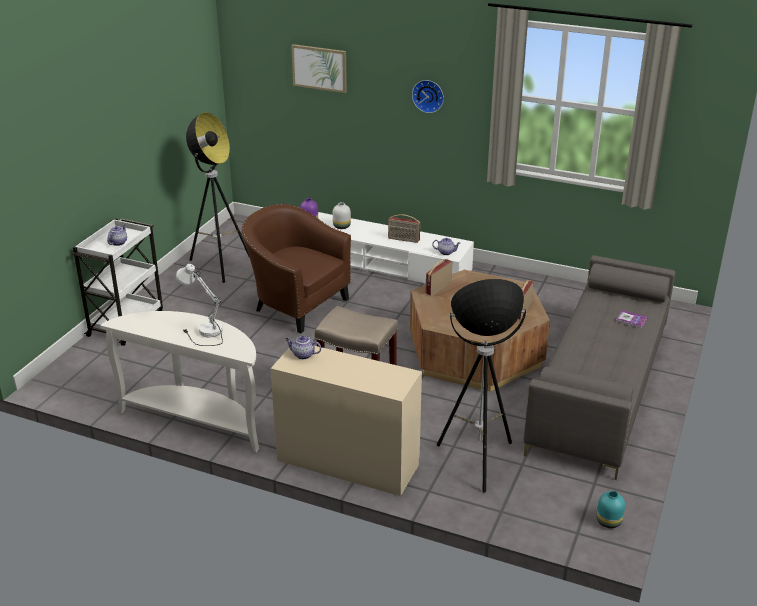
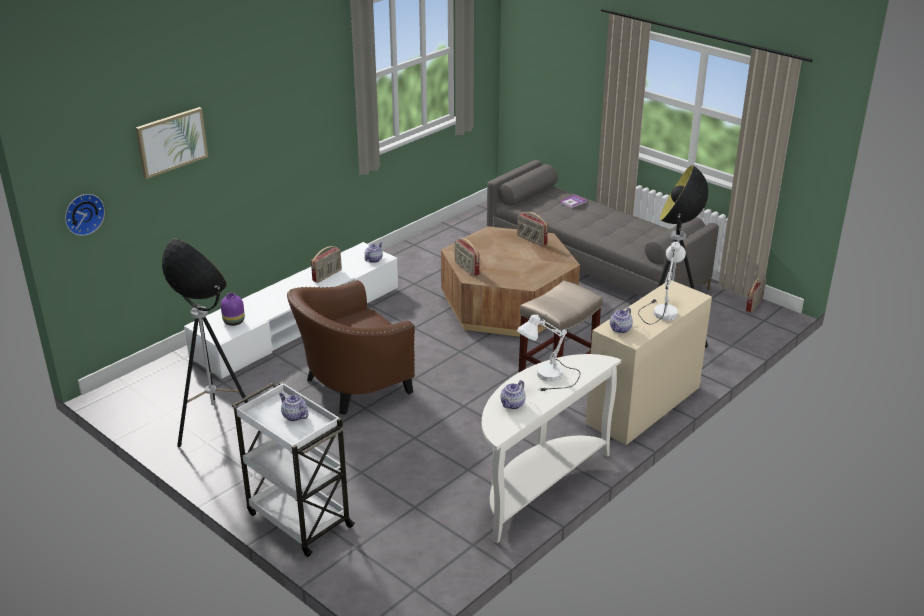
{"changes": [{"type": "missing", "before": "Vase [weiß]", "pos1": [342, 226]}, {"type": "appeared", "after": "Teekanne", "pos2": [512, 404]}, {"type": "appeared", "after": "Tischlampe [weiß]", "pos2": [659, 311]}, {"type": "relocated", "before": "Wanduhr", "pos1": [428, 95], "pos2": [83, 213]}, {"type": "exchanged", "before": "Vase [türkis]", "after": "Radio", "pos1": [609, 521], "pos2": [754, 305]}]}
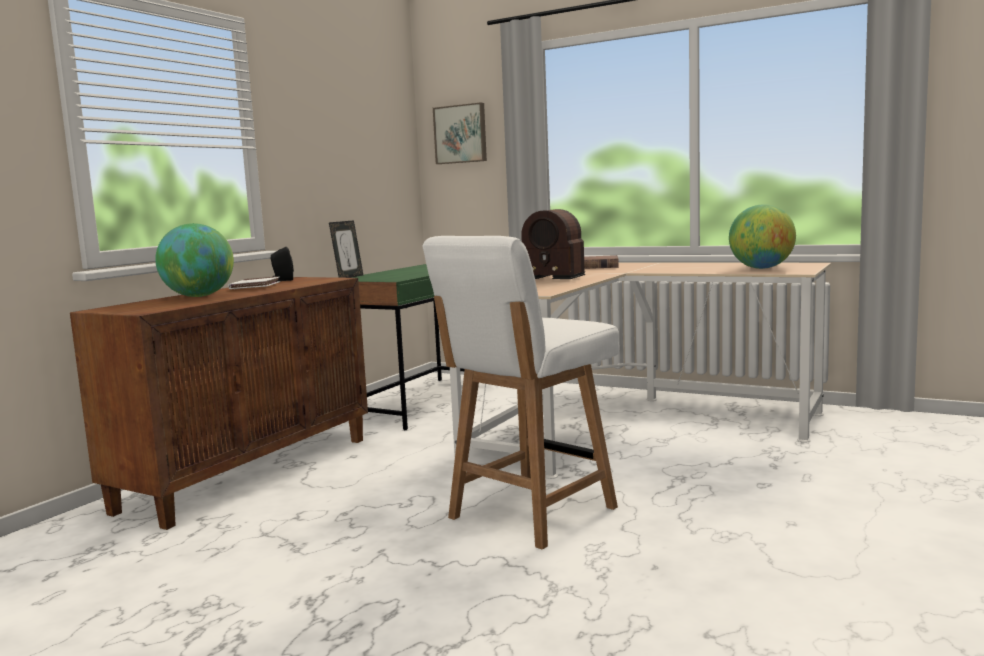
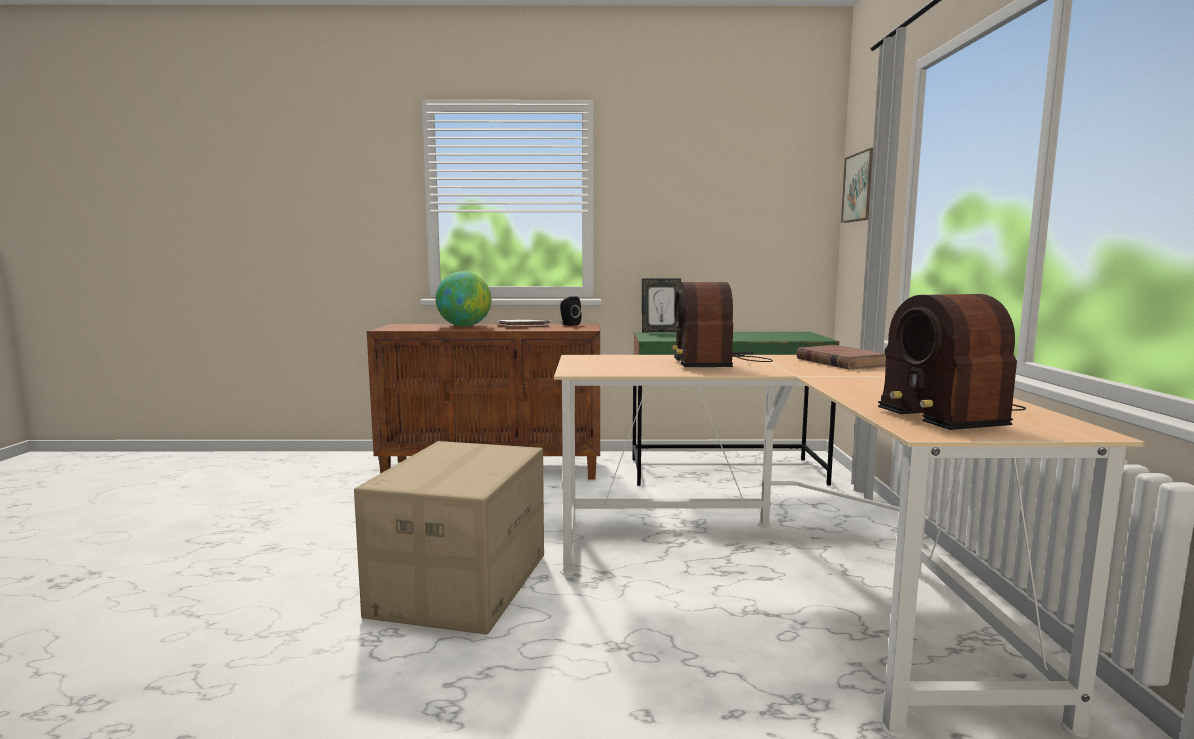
{"changes": [{"type": "exchanged", "before": "Stuhl [weiß]", "after": "Karton", "pos1": [529, 514], "pos2": [460, 584]}, {"type": "exchanged", "before": "Globus", "after": "Radio", "pos1": [761, 268], "pos2": [948, 413]}]}
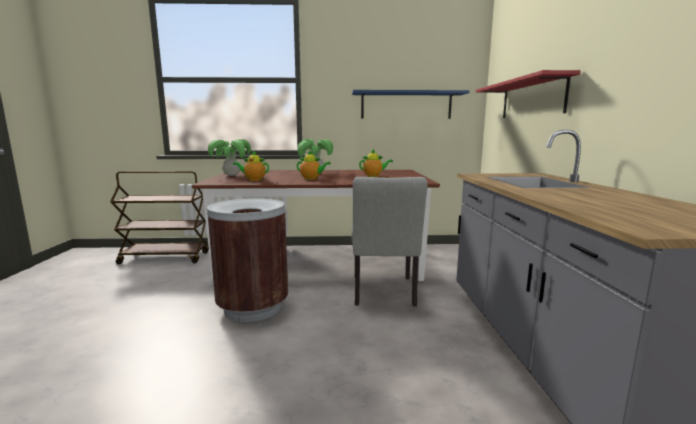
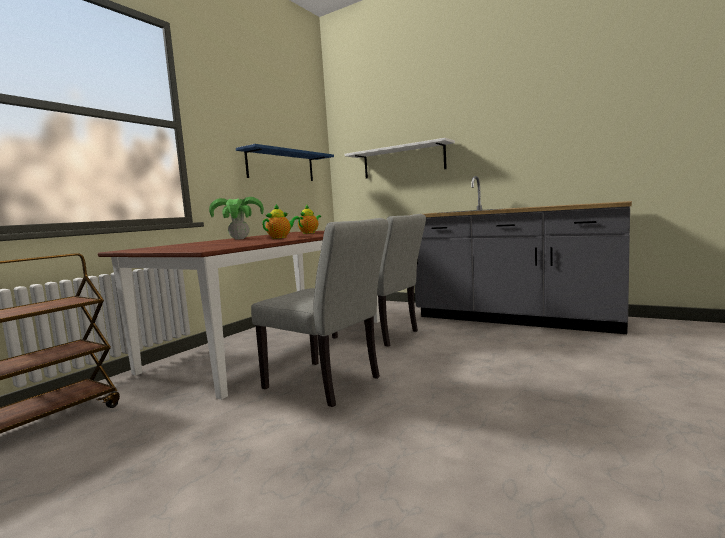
{"changes": [{"type": "missing", "before": "Topfpflanze", "pos1": [232, 175]}, {"type": "missing", "before": "Teekanne", "pos1": [253, 180]}, {"type": "exchanged", "before": "Mülleimer [braun]", "after": "Stuhl [grau]", "pos1": [252, 308], "pos2": [329, 384]}, {"type": "colour", "before": "Wandregal [rot]", "after": "Wandregal [weiß]", "pos1": [531, 99], "pos2": [403, 161]}]}
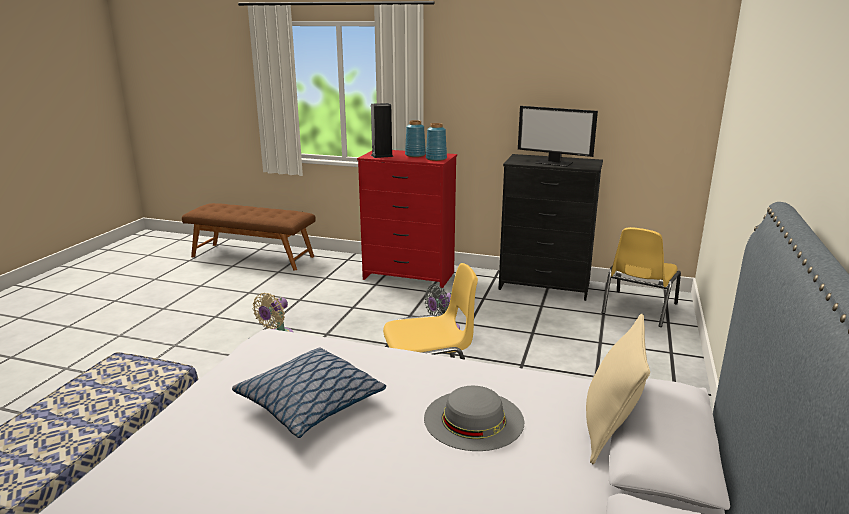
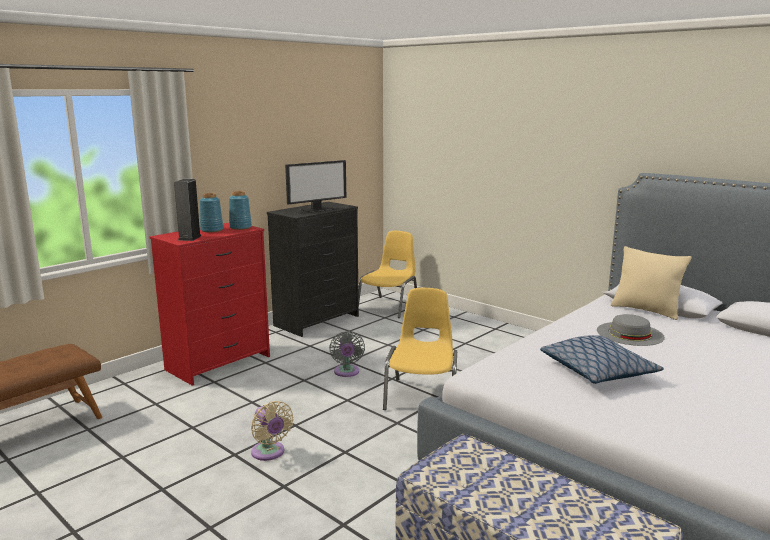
{"changes": [{"type": "spun", "before": "Stuhl [gelb]", "pos1": [638, 309], "pos2": [389, 307], "turn": -120}]}
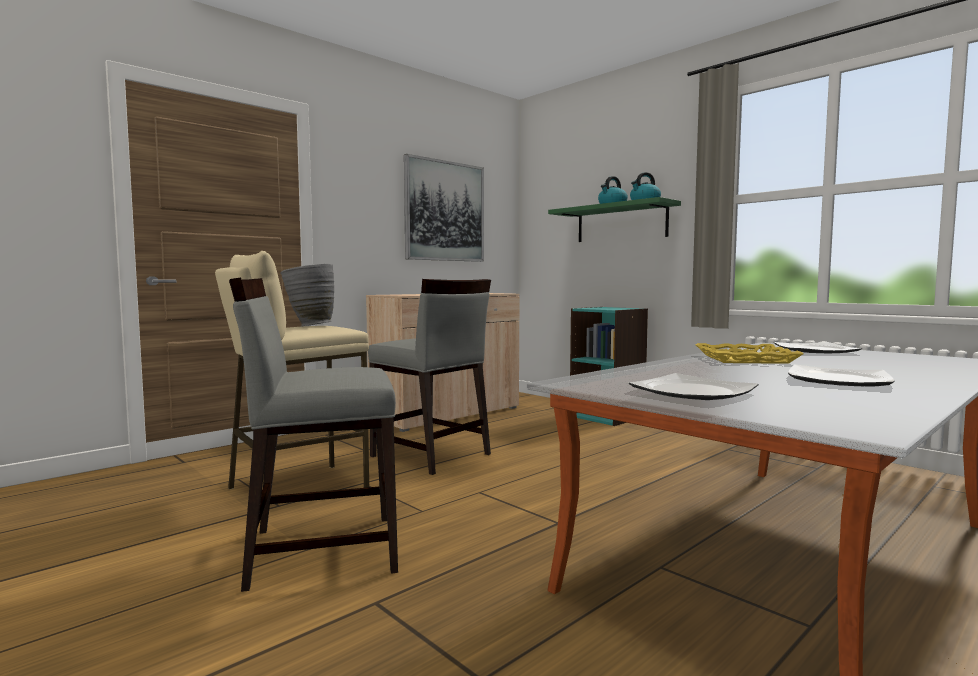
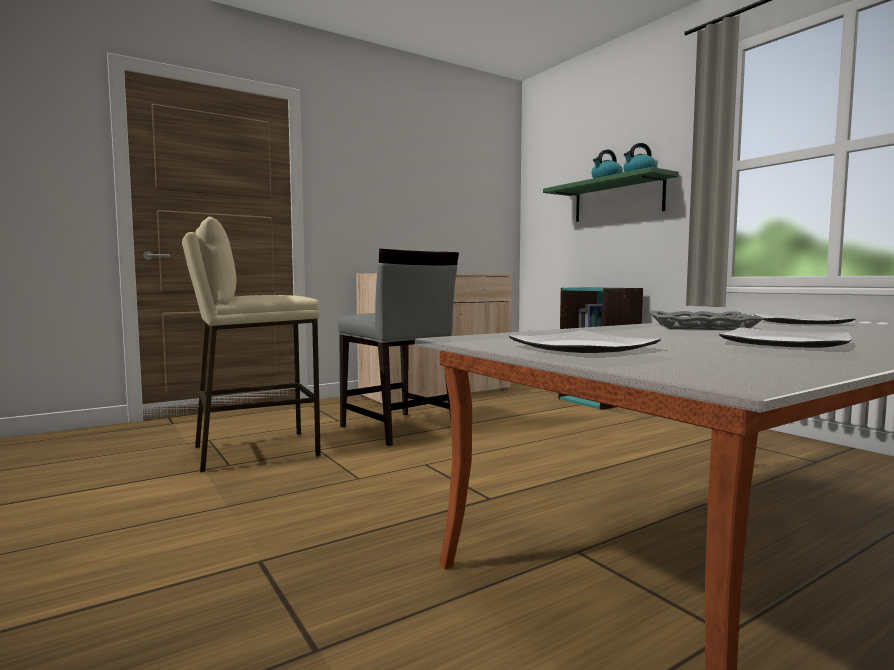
{"changes": [{"type": "missing", "before": "Stuhl [grau]", "pos1": [321, 549]}, {"type": "missing", "before": "Vase [grau]", "pos1": [308, 326]}, {"type": "missing", "before": "Bild", "pos1": [444, 211]}, {"type": "colour", "before": "Tablett [gelb]", "after": "Tablett [grau]", "pos1": [745, 359], "pos2": [700, 327]}]}
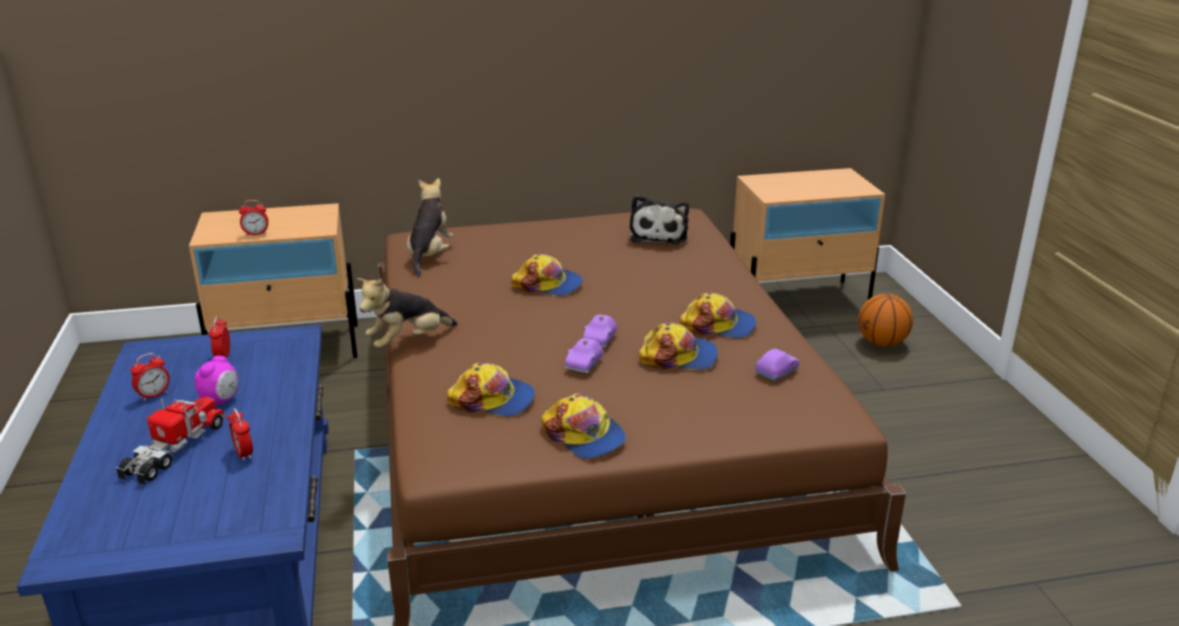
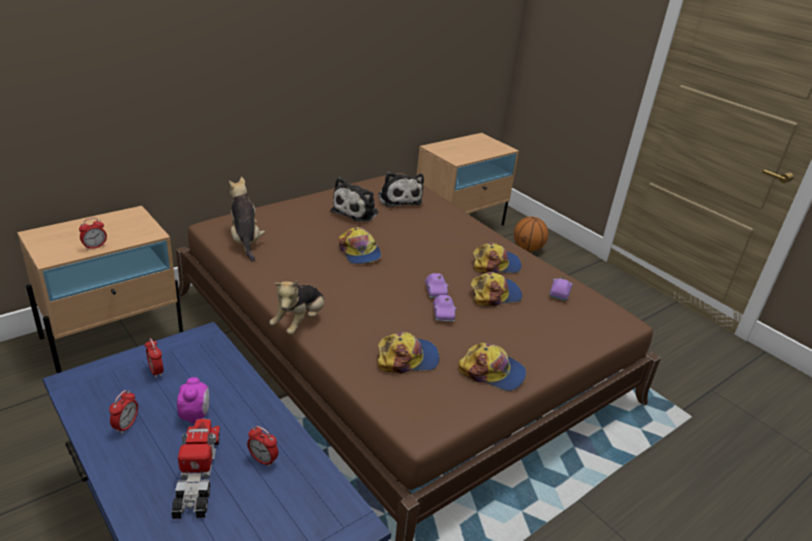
{"changes": [{"type": "appeared", "after": "Plüschtier", "pos2": [357, 211]}, {"type": "spun", "before": "Kappe", "pos1": [548, 284], "pos2": [359, 252], "turn": 75}]}
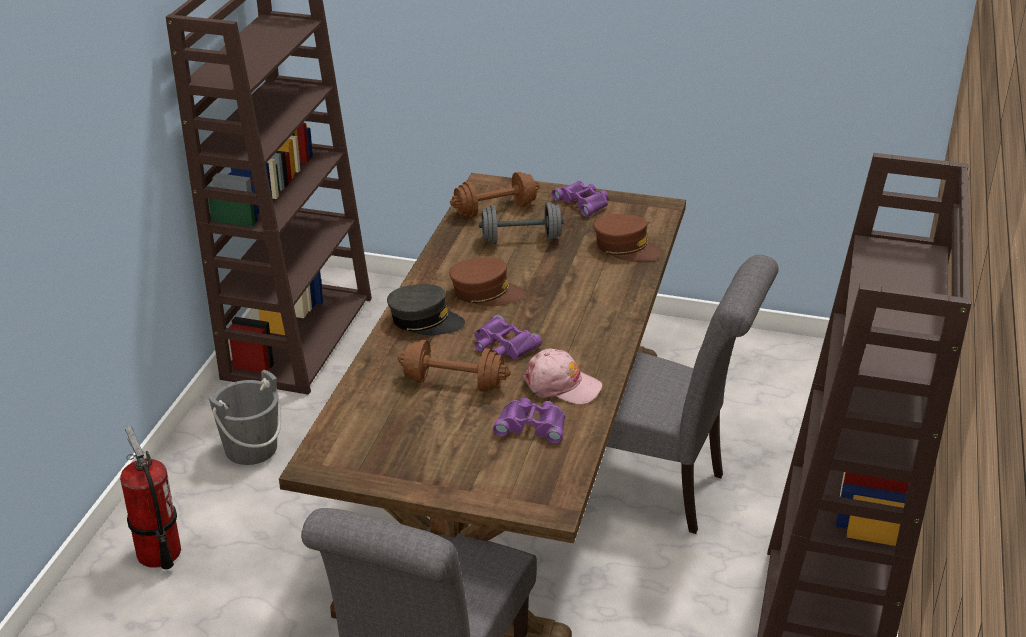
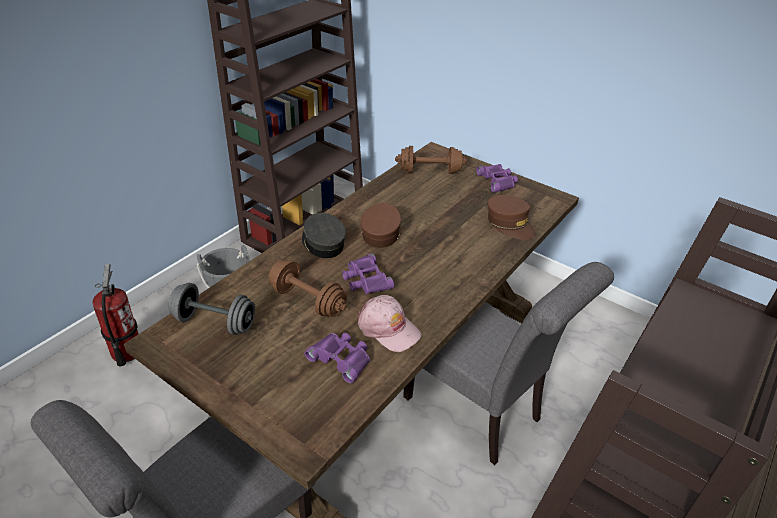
{"changes": [{"type": "relocated", "before": "Hantel [grau]", "pos1": [521, 240], "pos2": [215, 322]}, {"type": "spun", "before": "Kappe [grau]", "pos1": [425, 321], "pos2": [322, 243], "turn": -150}, {"type": "spun", "before": "Kappe [braun]", "pos1": [486, 293], "pos2": [381, 233], "turn": -105}]}
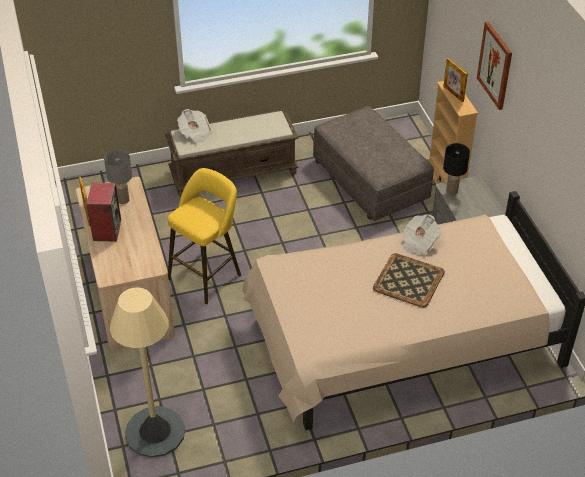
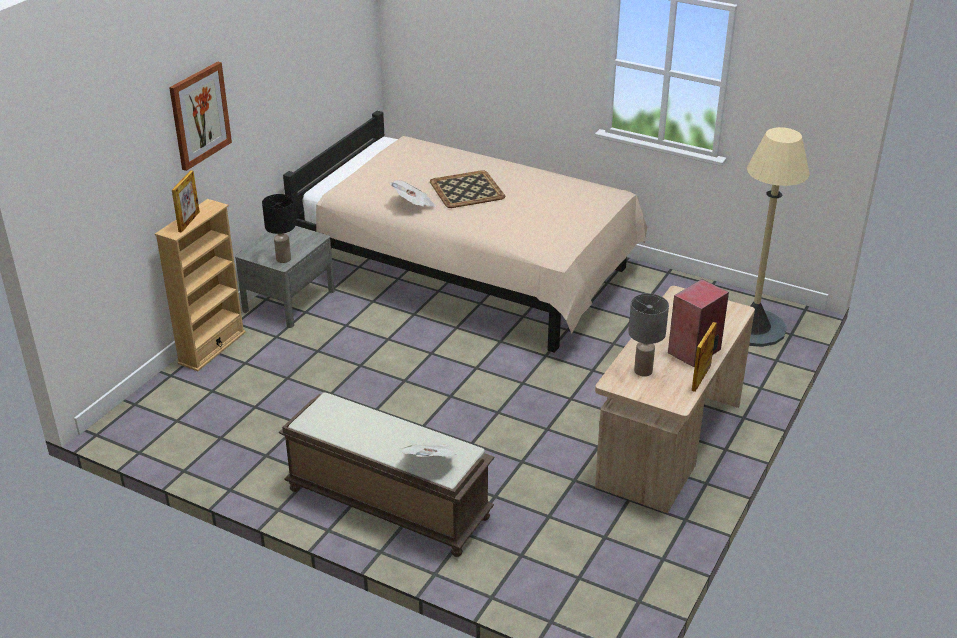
{"changes": [{"type": "missing", "before": "Hocker [gelb]", "pos1": [207, 274]}, {"type": "missing", "before": "Polsterhocker [grau]", "pos1": [370, 179]}]}
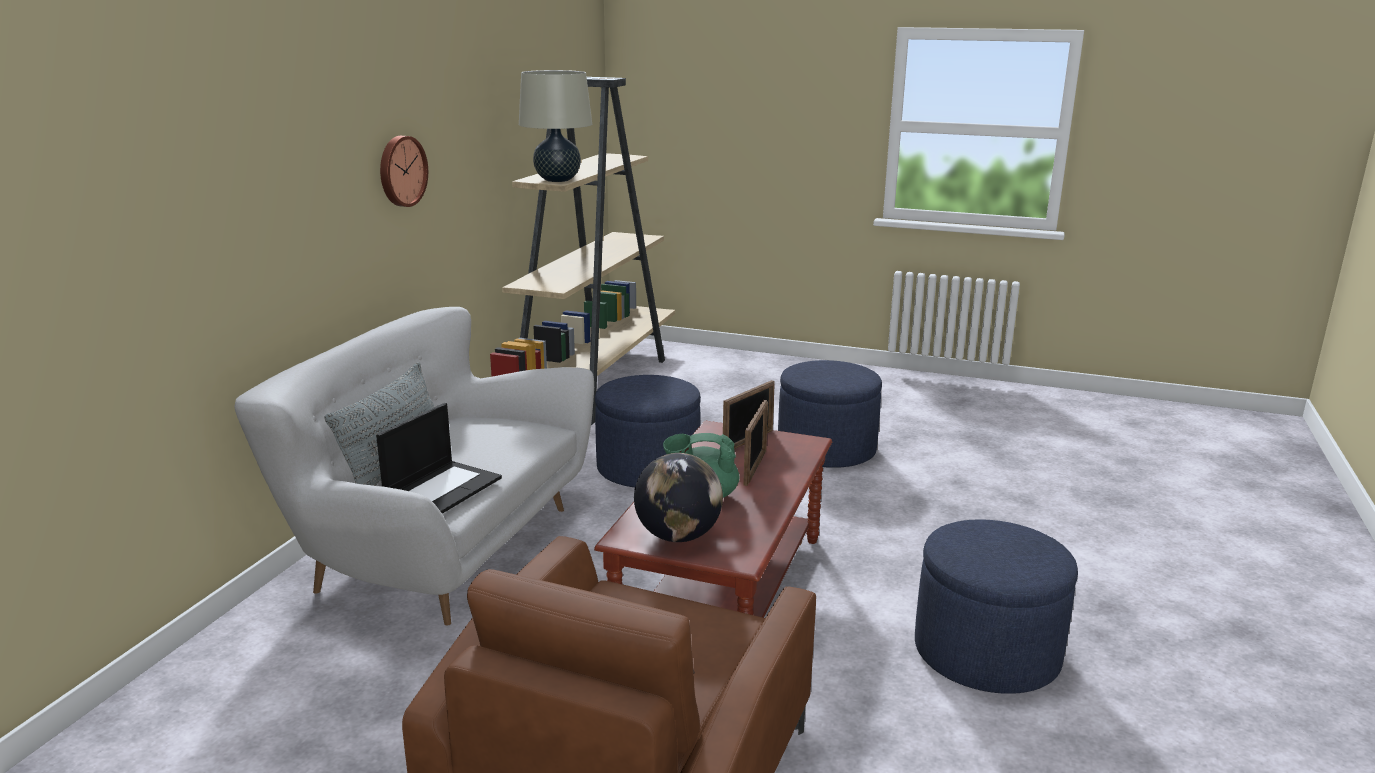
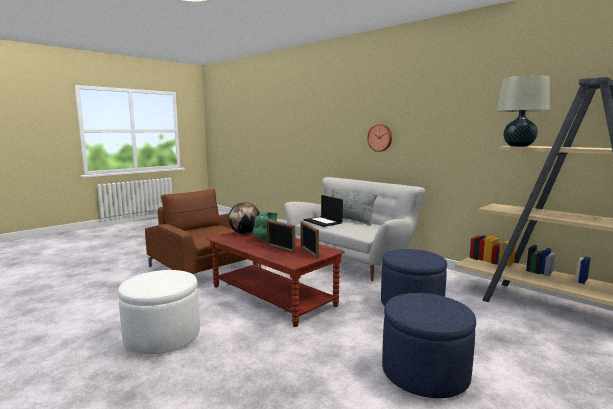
{"changes": [{"type": "relocated", "before": "Wanduhr", "pos1": [401, 171], "pos2": [380, 137]}, {"type": "colour", "before": "Polsterhocker [blau]", "after": "Polsterhocker [weiß]", "pos1": [986, 653], "pos2": [162, 336]}]}
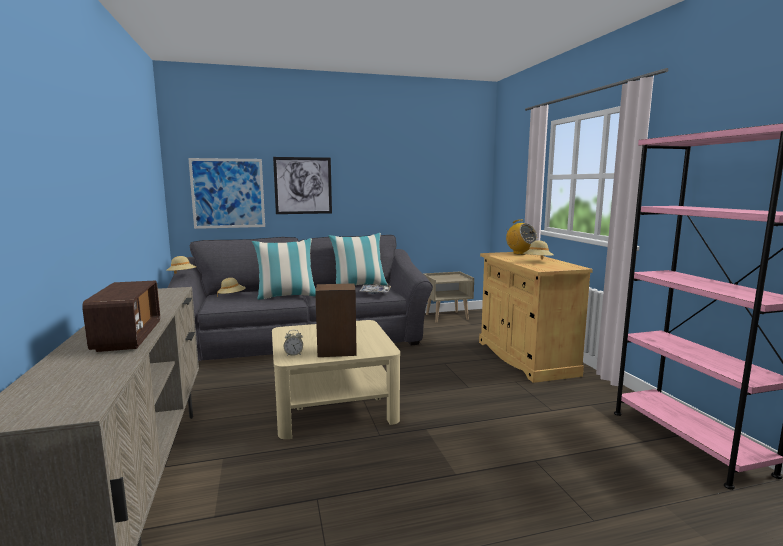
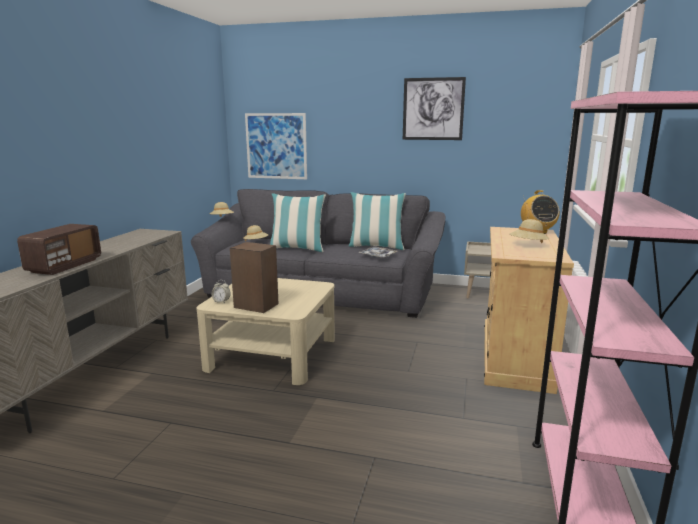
{"changes": [{"type": "relocated", "before": "Bild", "pos1": [303, 185], "pos2": [433, 109]}]}
